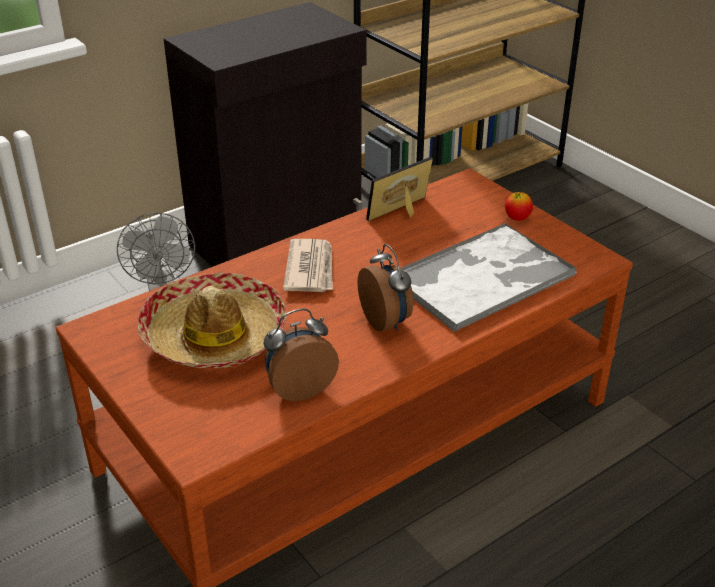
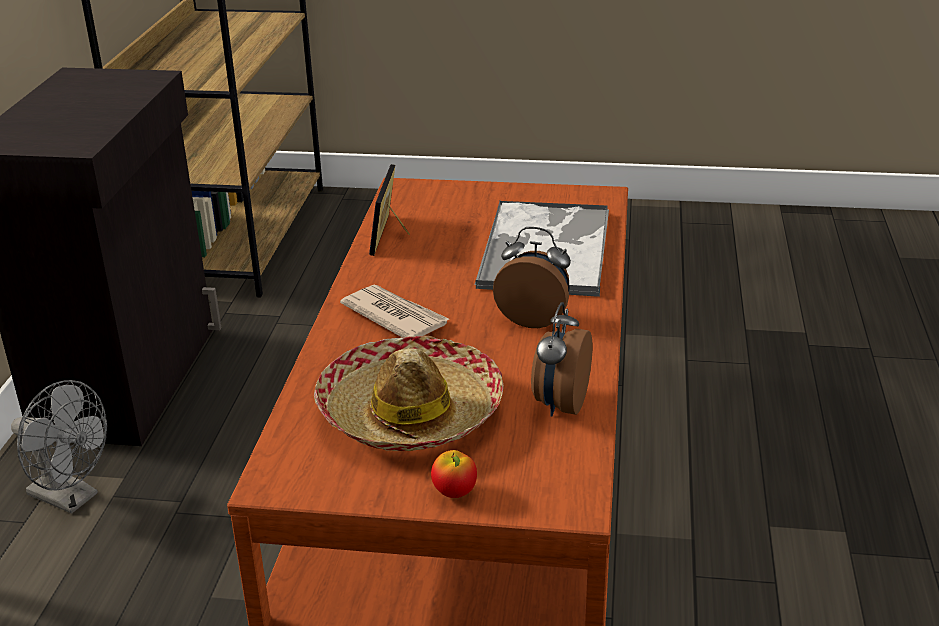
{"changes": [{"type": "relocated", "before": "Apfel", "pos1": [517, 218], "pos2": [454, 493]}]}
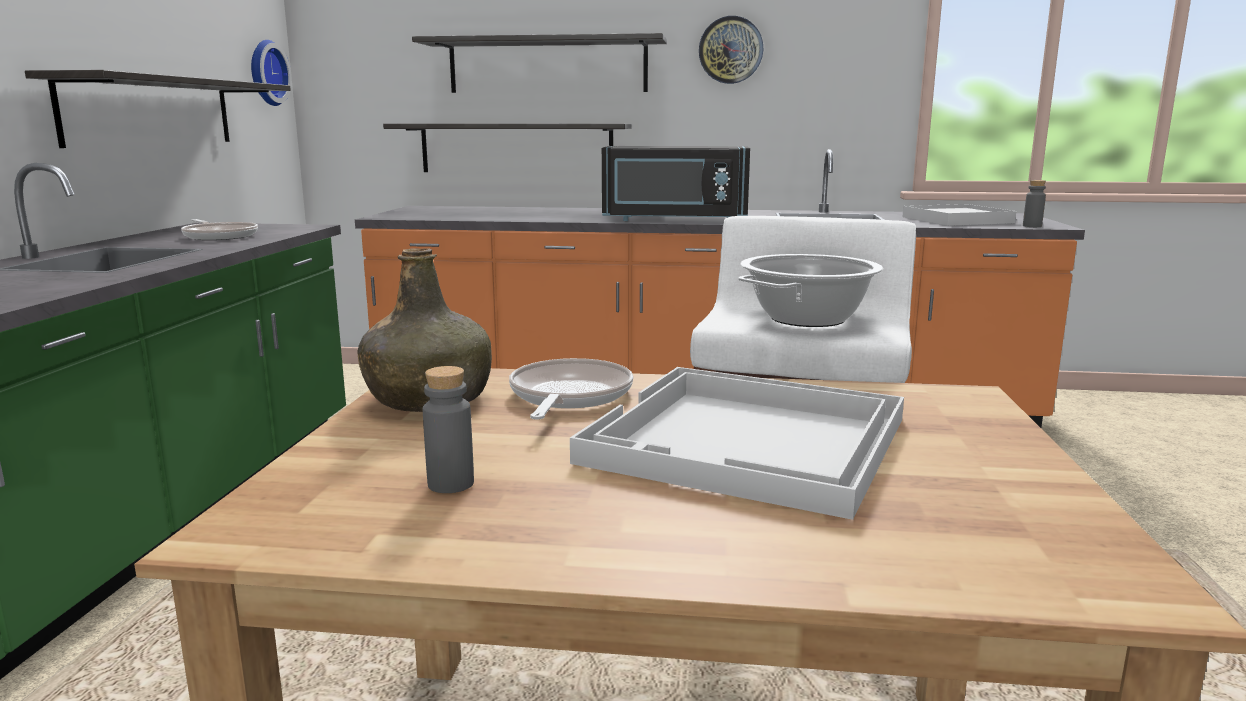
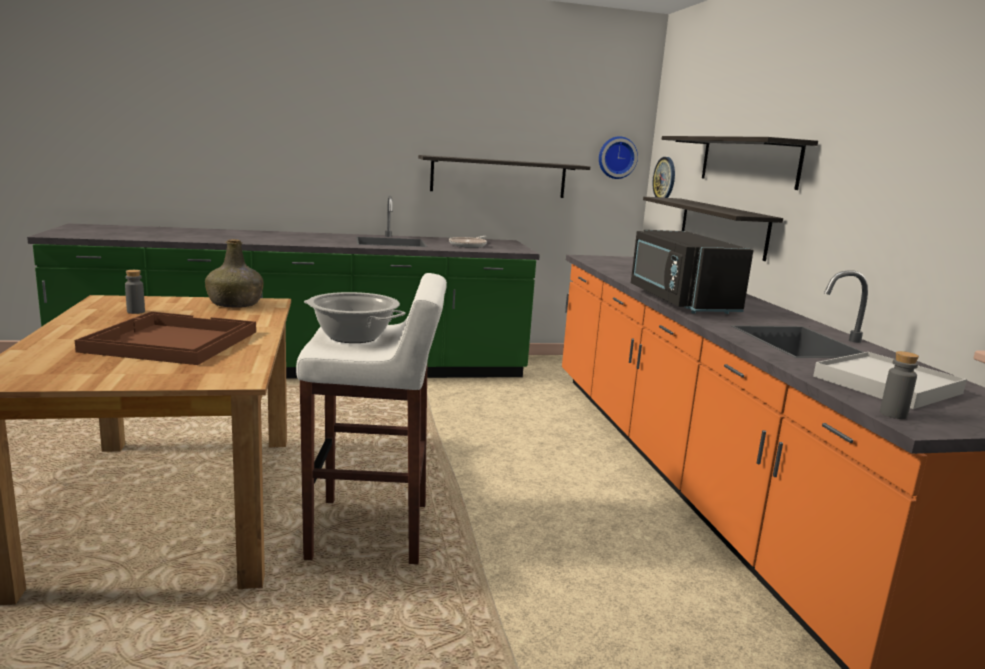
{"changes": [{"type": "missing", "before": "Pfanne", "pos1": [568, 396]}, {"type": "relocated", "before": "Wanduhr", "pos1": [730, 50], "pos2": [664, 178]}, {"type": "colour", "before": "Tablett [weiß]", "after": "Tablett [braun]", "pos1": [749, 441], "pos2": [170, 341]}]}
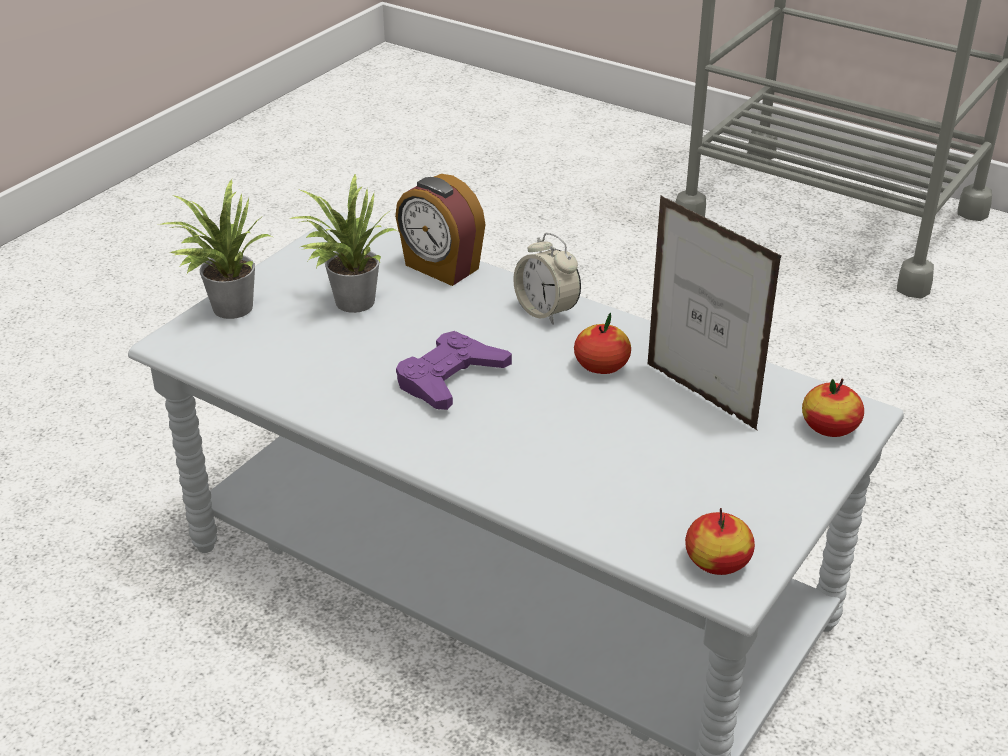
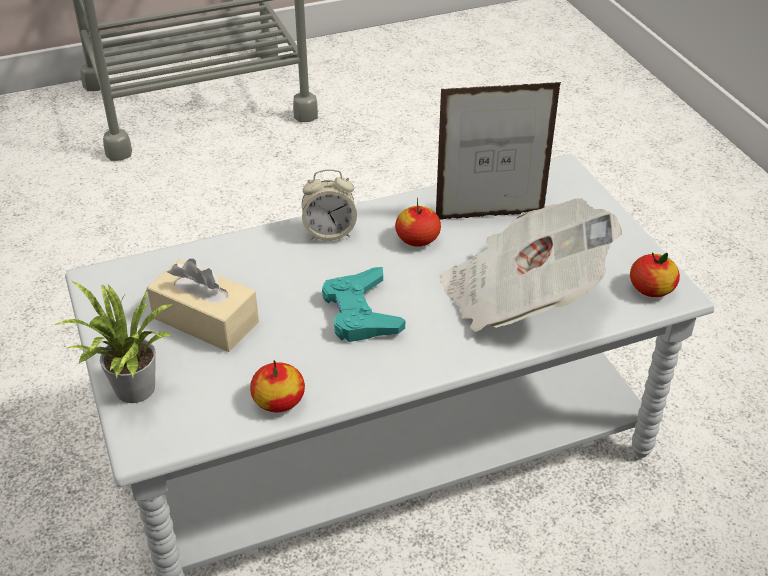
{"changes": [{"type": "missing", "before": "Wecker", "pos1": [440, 268]}, {"type": "appeared", "after": "Zeitung", "pos2": [521, 296]}, {"type": "relocated", "before": "Apfel", "pos1": [829, 427], "pos2": [279, 401]}, {"type": "exchanged", "before": "Topfpflanze", "after": "Taschentuchbox [beige]", "pos1": [349, 302], "pos2": [205, 320]}, {"type": "colour", "before": "Gamepad [lila]", "after": "Gamepad [türkis]", "pos1": [450, 379], "pos2": [361, 312]}]}
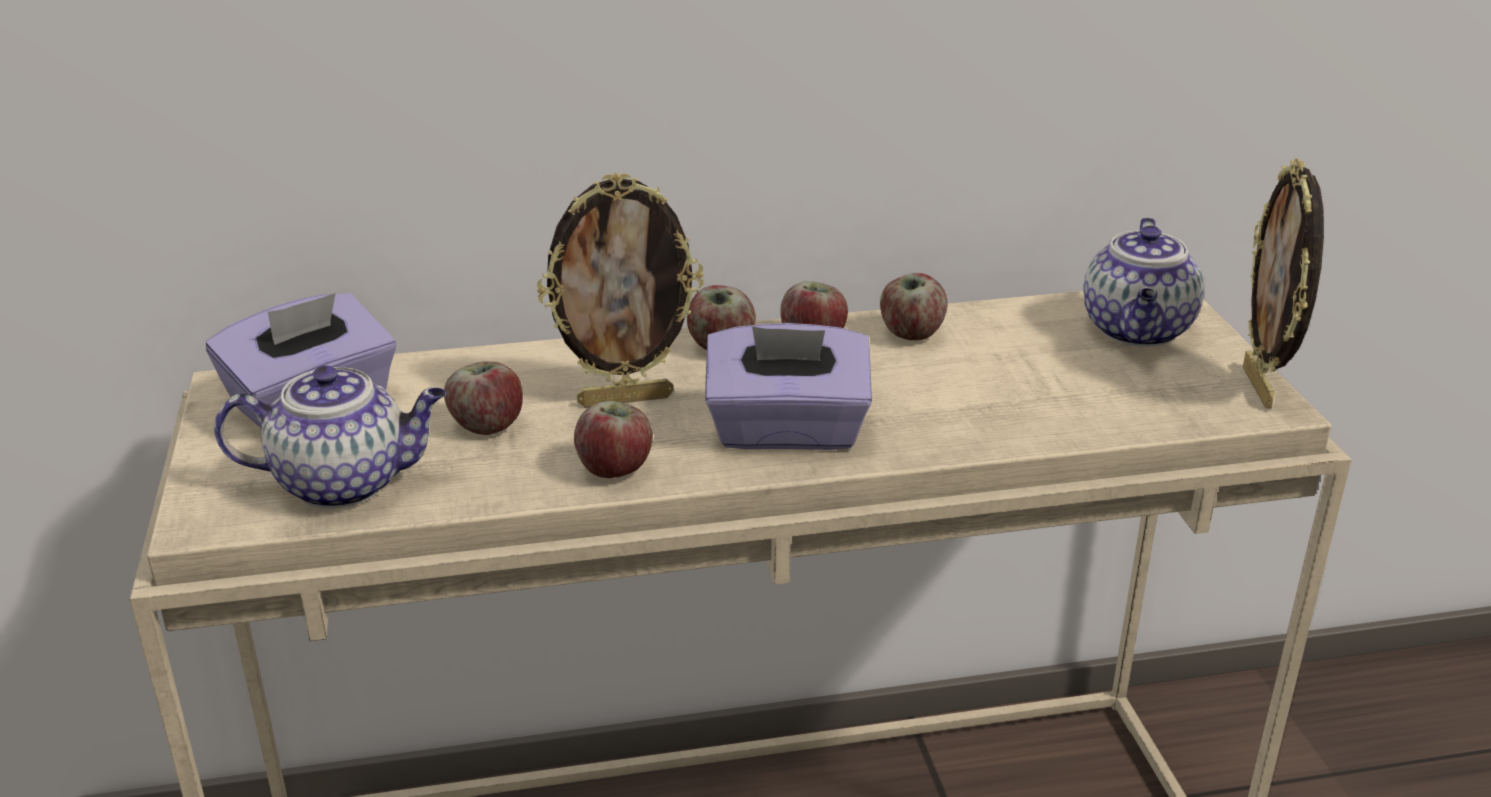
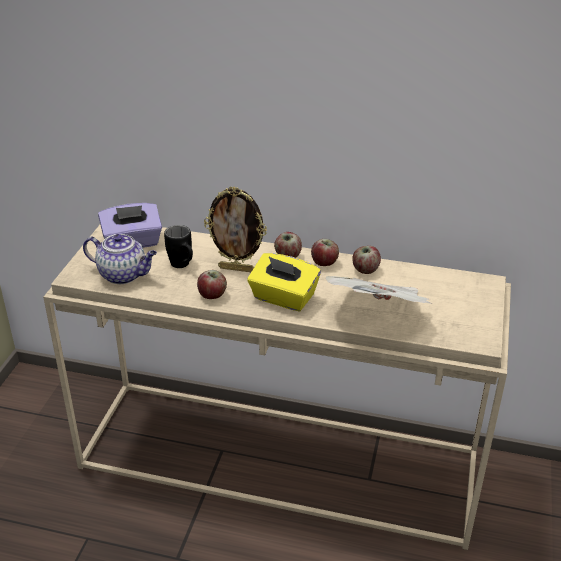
{"changes": [{"type": "missing", "before": "Teekanne", "pos1": [1138, 331]}, {"type": "missing", "before": "Bilderrahmen", "pos1": [1260, 387]}, {"type": "appeared", "after": "Zeitung", "pos2": [380, 312]}, {"type": "exchanged", "before": "Apfel", "after": "Henkelbecher [schwarz]", "pos1": [487, 425], "pos2": [183, 266]}, {"type": "colour", "before": "Taschentuchbox [lila]", "after": "Taschentuchbox [gelb]", "pos1": [787, 431], "pos2": [283, 298]}]}
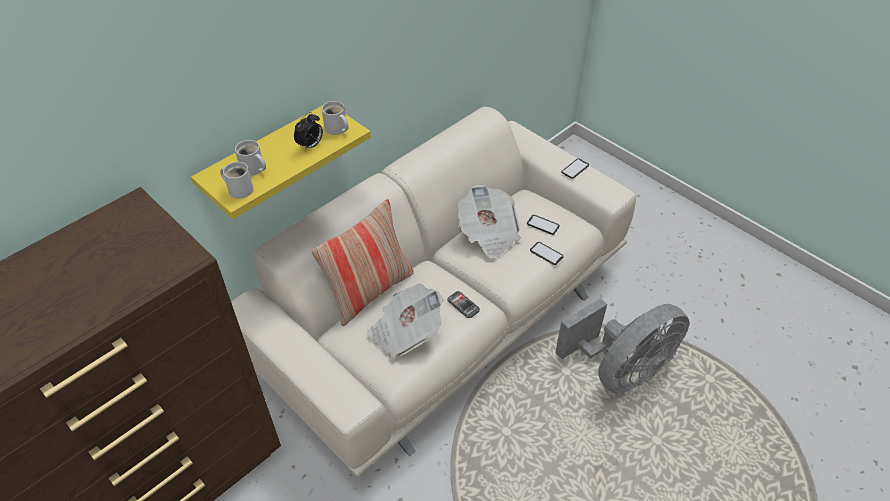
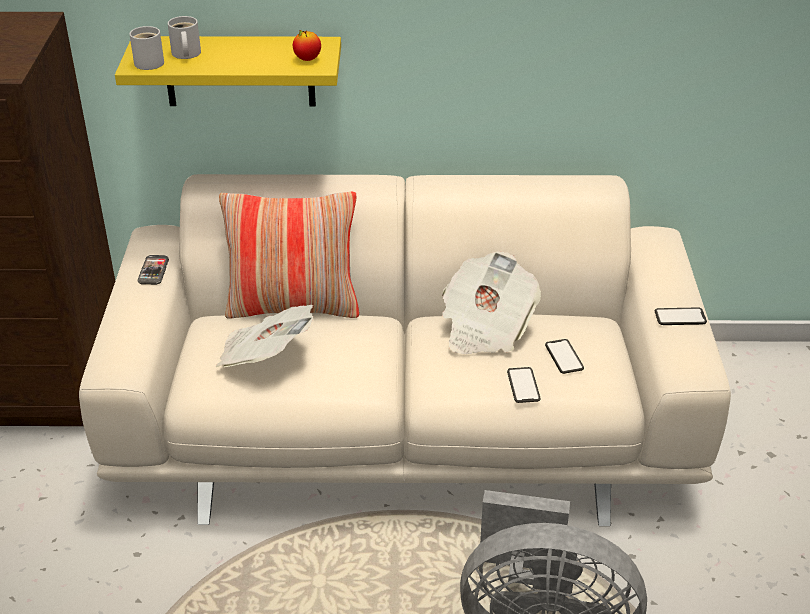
{"changes": [{"type": "missing", "before": "Wecker", "pos1": [310, 145]}, {"type": "relocated", "before": "Handy", "pos1": [463, 305], "pos2": [153, 271]}, {"type": "exchanged", "before": "Henkelbecher [weiß]", "after": "Apfel", "pos1": [336, 129], "pos2": [307, 59]}]}
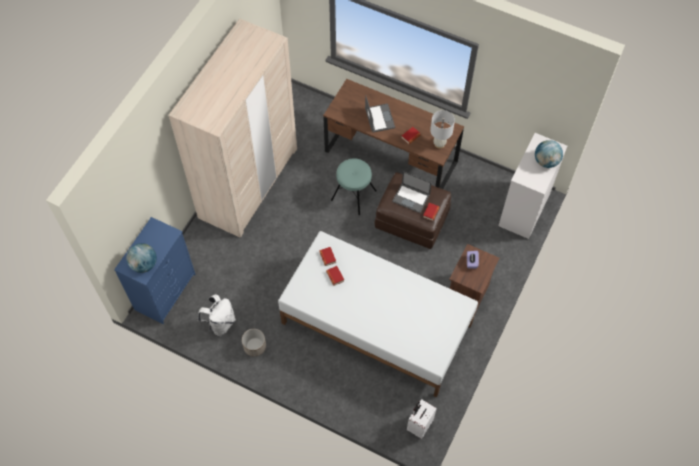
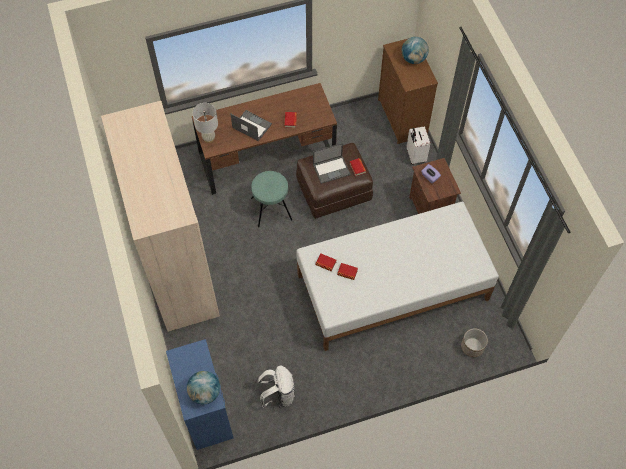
{"changes": [{"type": "relocated", "before": "Pflanzkübel", "pos1": [255, 346], "pos2": [472, 346]}, {"type": "relocated", "before": "Koffer [weiß]", "pos1": [419, 425], "pos2": [415, 156]}, {"type": "relocated", "before": "Tischlampe [weiß]", "pos1": [439, 144], "pos2": [209, 138]}, {"type": "colour", "before": "Kommode [weiß]", "after": "Kommode [braun]", "pos1": [524, 210], "pos2": [402, 118]}]}
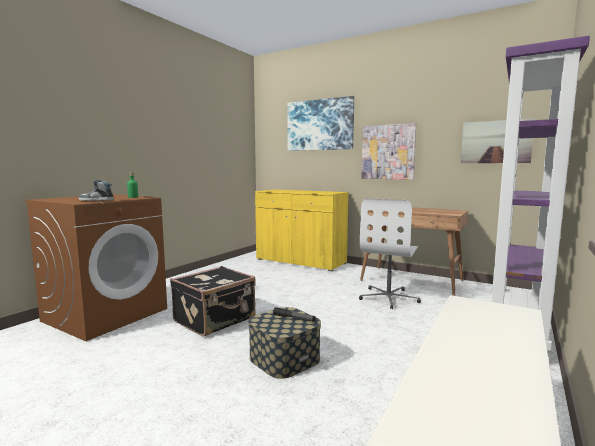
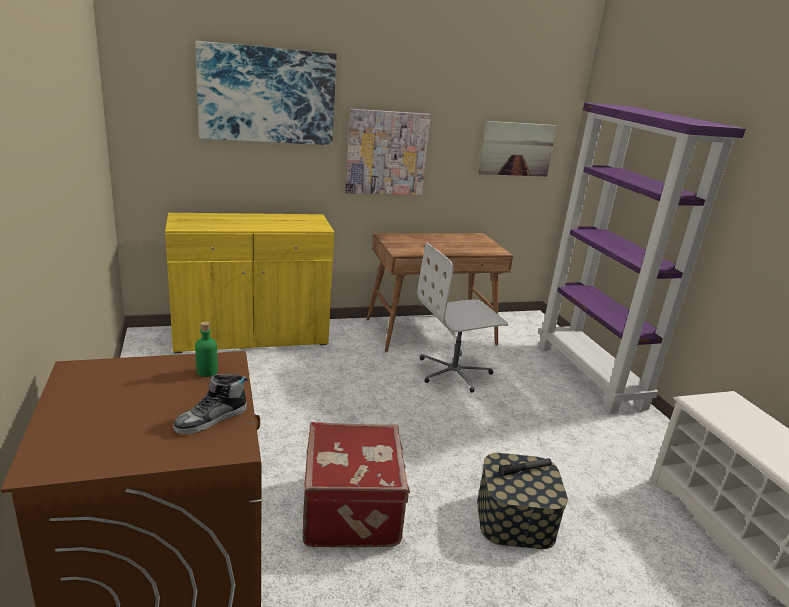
{"changes": [{"type": "colour", "before": "Koffer [schwarz]", "after": "Koffer [rot]", "pos1": [215, 320], "pos2": [353, 510]}, {"type": "spun", "before": "Bürostuhl [weiß]", "pos1": [389, 298], "pos2": [454, 372], "turn": 90}]}
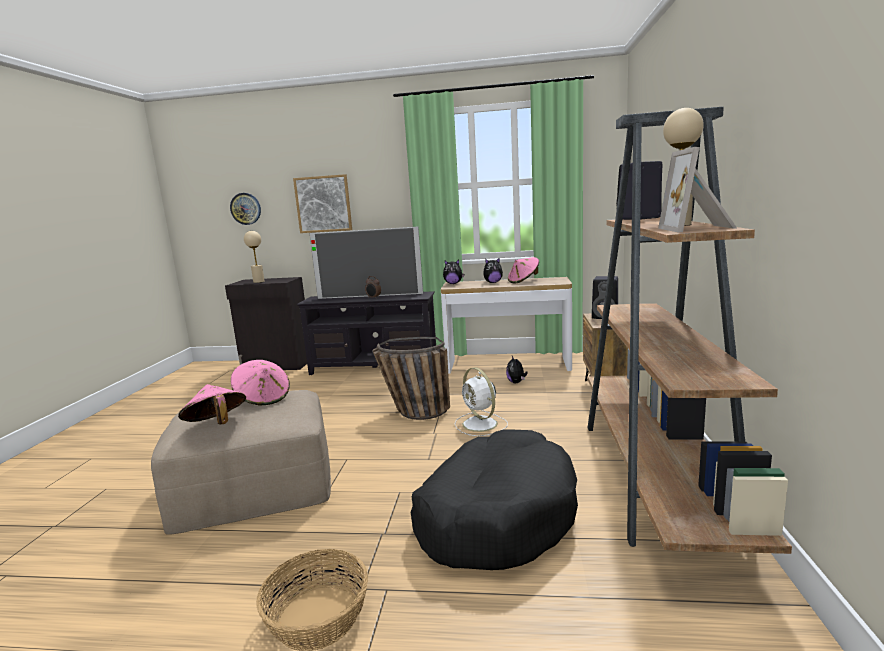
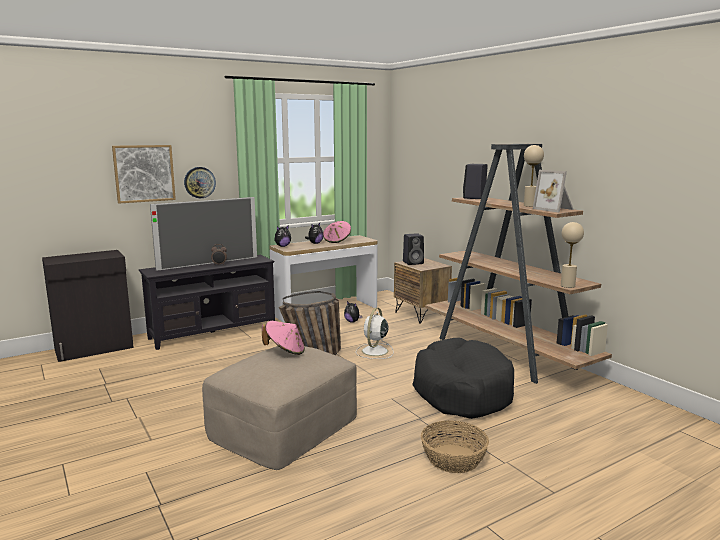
{"changes": [{"type": "missing", "before": "Hut [rosa]", "pos1": [216, 425]}, {"type": "relocated", "before": "Wanduhr", "pos1": [246, 208], "pos2": [199, 182]}, {"type": "relocated", "before": "Tischlampe [beige]", "pos1": [259, 282], "pos2": [568, 286]}, {"type": "spun", "before": "Ventilator [weiß]", "pos1": [481, 424], "pos2": [374, 351], "turn": 90}]}
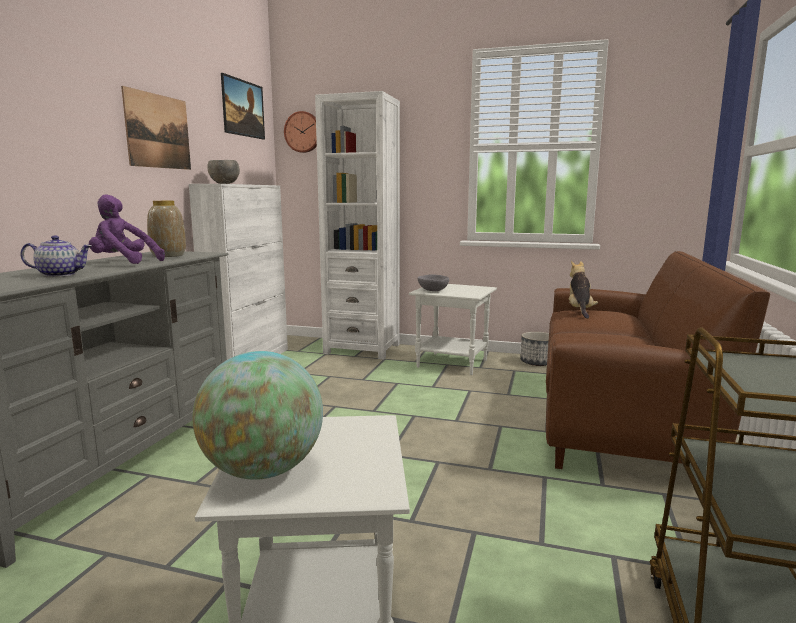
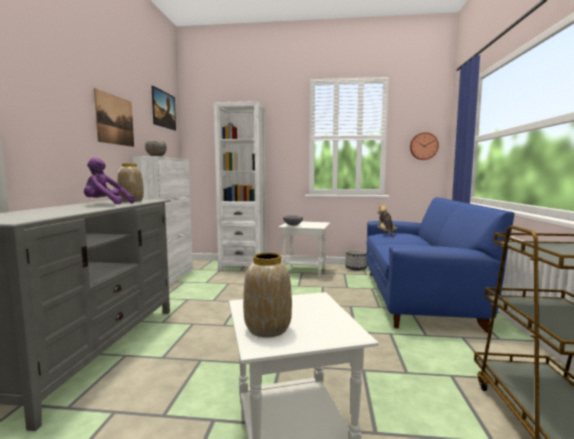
{"changes": [{"type": "missing", "before": "Teekanne", "pos1": [60, 274]}, {"type": "relocated", "before": "Wanduhr", "pos1": [303, 132], "pos2": [423, 146]}, {"type": "exchanged", "before": "Globus", "after": "Vase", "pos1": [262, 470], "pos2": [267, 329]}, {"type": "colour", "before": "Sofa [braun]", "after": "Sofa [blau]", "pos1": [618, 419], "pos2": [417, 297]}]}
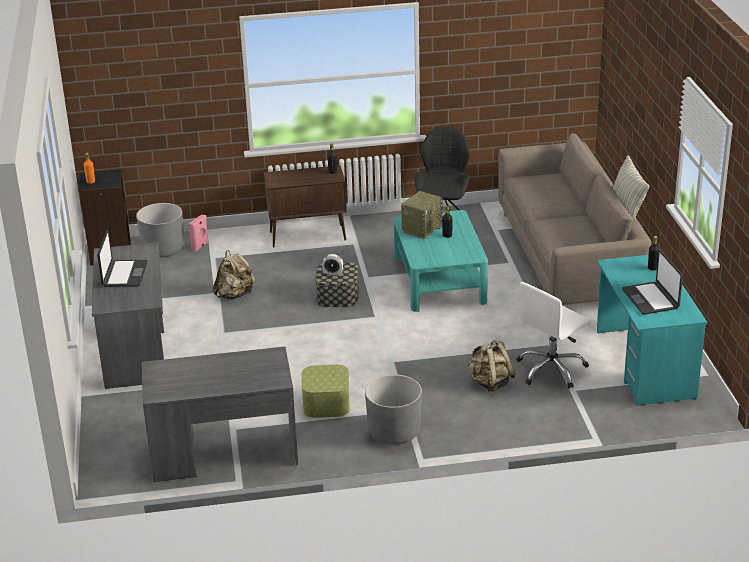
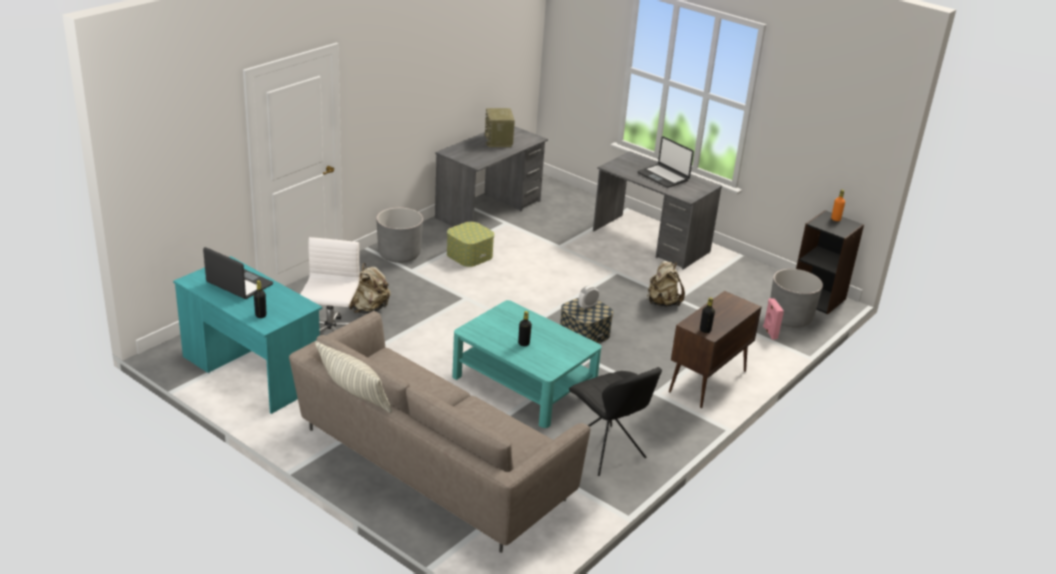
{"changes": [{"type": "relocated", "before": "Radio", "pos1": [422, 228], "pos2": [499, 141]}]}
